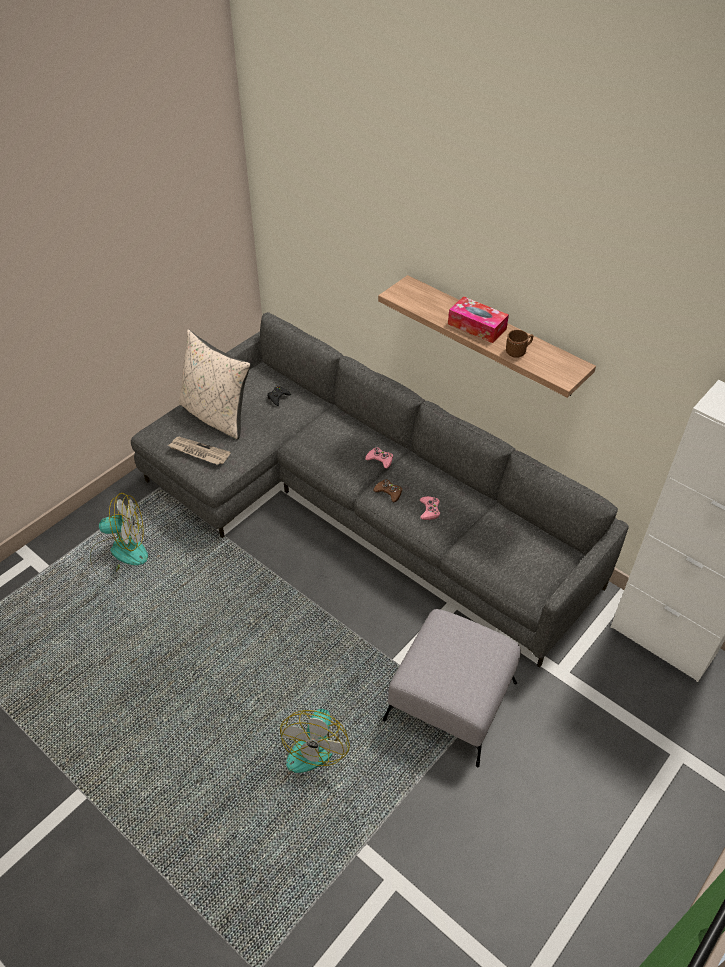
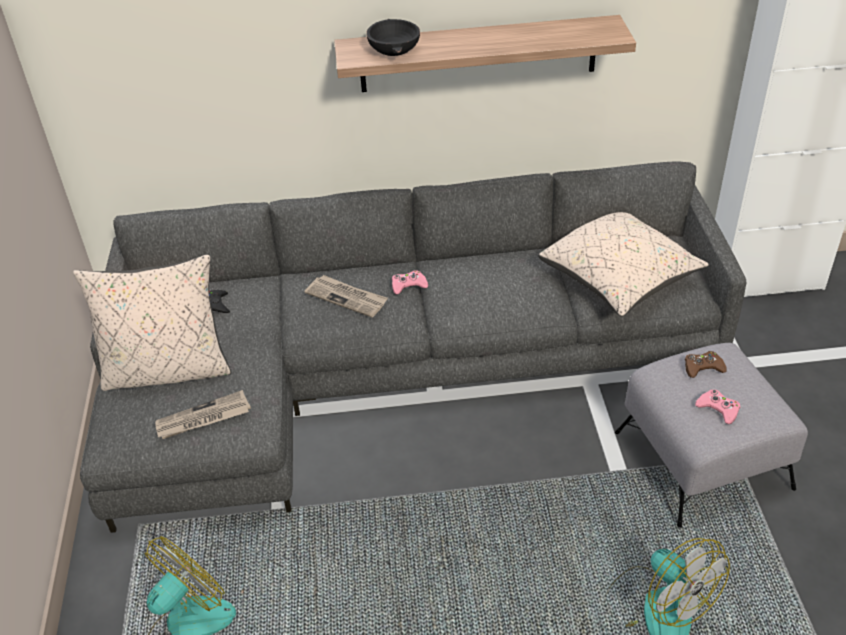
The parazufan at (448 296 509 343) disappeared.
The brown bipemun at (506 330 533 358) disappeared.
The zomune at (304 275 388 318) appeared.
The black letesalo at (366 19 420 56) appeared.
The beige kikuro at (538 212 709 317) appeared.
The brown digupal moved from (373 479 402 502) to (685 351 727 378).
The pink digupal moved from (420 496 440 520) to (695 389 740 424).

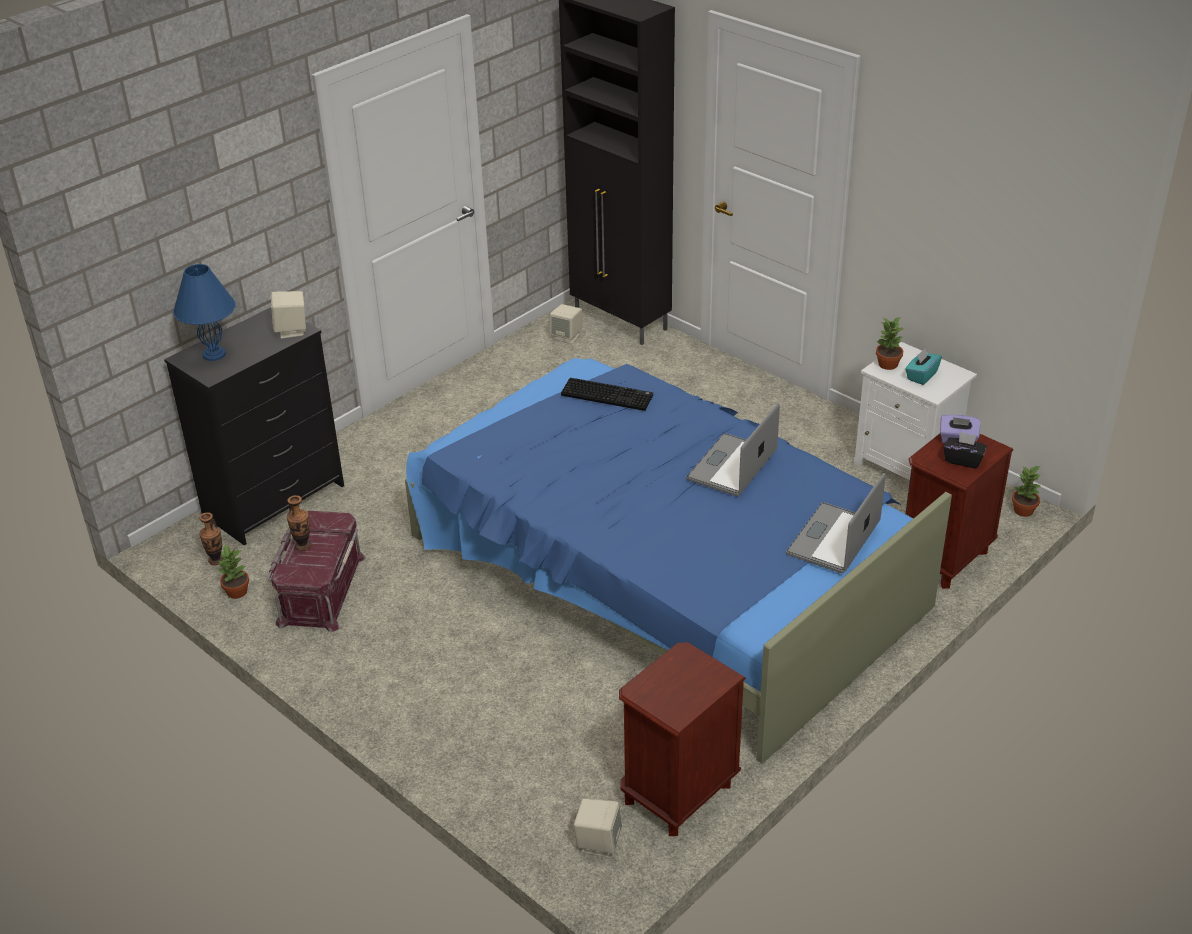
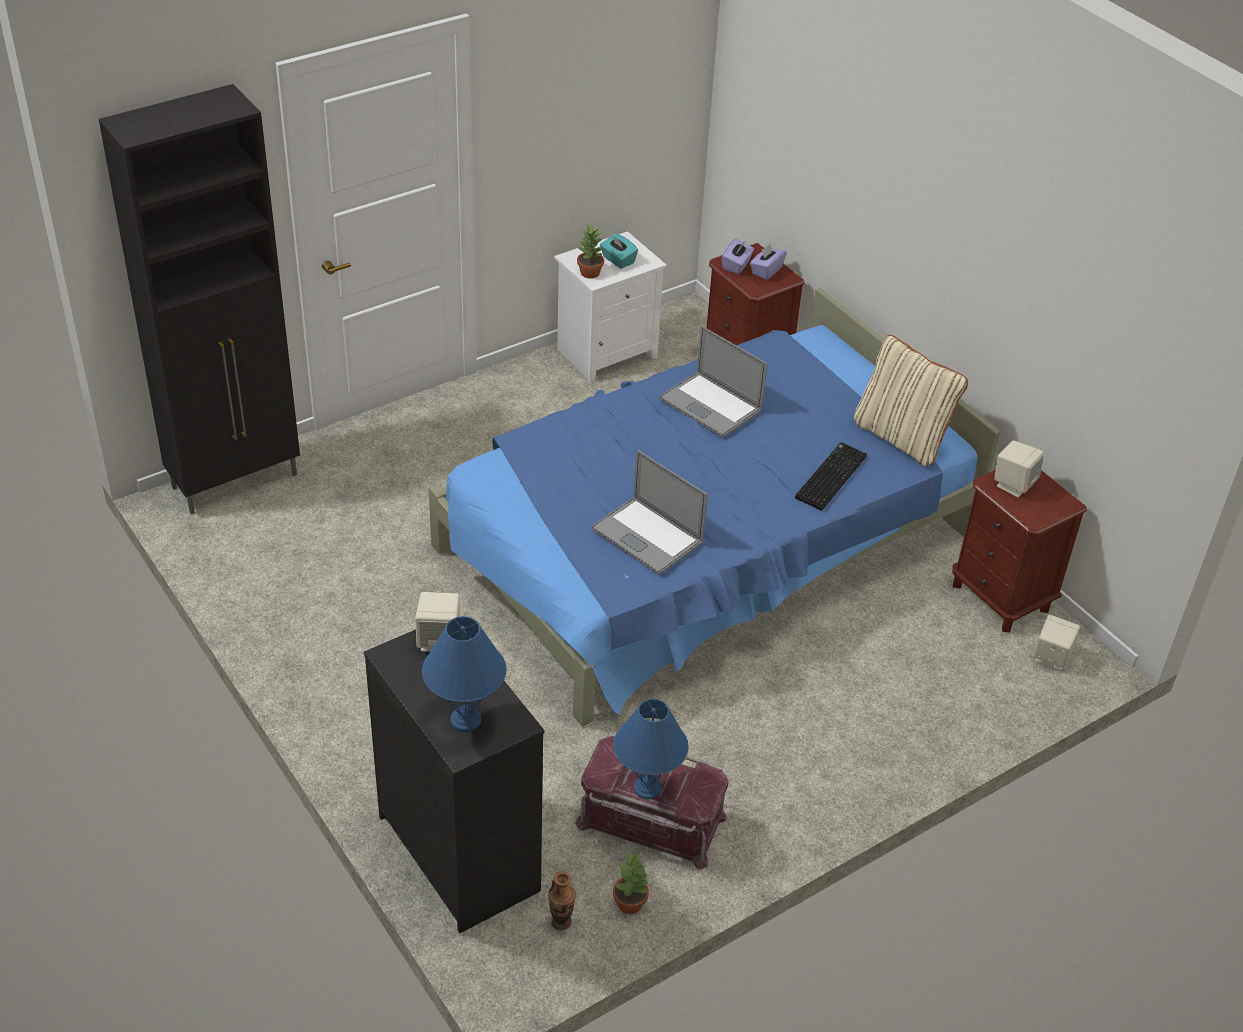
The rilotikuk at (1012 465 1041 517) disappeared.
The beige kikuro at (854 335 968 466) appeared.
The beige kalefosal moved from (550 304 582 344) to (994 440 1044 498).
The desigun moved from (561 378 653 411) to (795 442 867 511).
The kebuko moved from (786 473 886 574) to (591 450 708 575).
The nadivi at (287 495 311 551) was replaced by the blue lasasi at (613 699 689 799).
The black parazufan at (944 432 987 468) became the purple parazufan at (750 243 787 280).

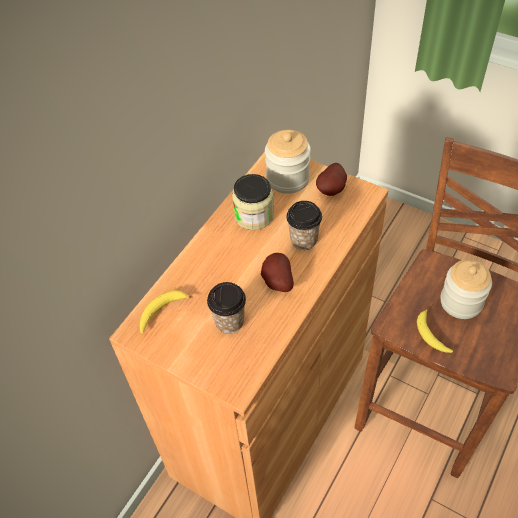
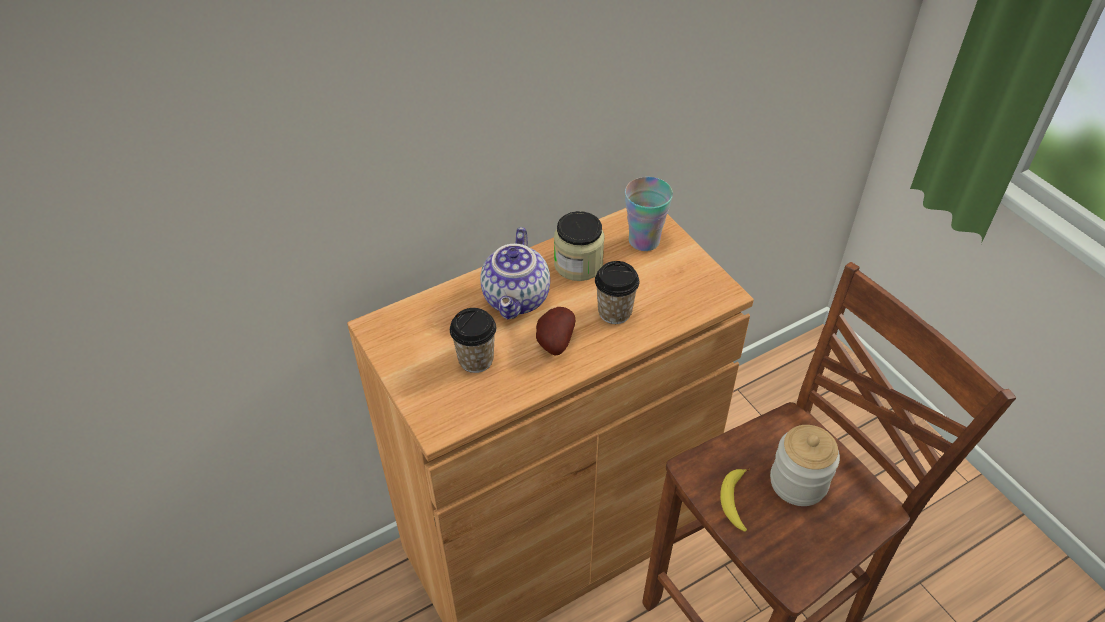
The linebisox at (139 290 192 333) disappeared.
The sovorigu at (316 163 347 196) disappeared.
The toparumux at (480 227 550 319) appeared.
The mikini at (265 130 311 194) was replaced by the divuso at (625 177 673 251).

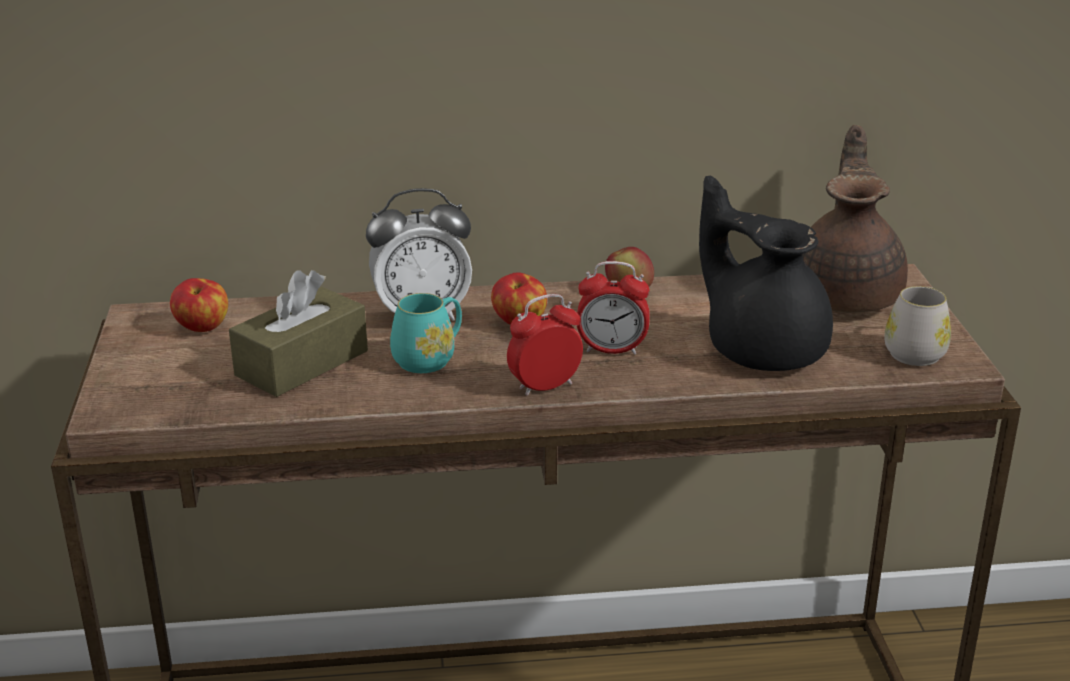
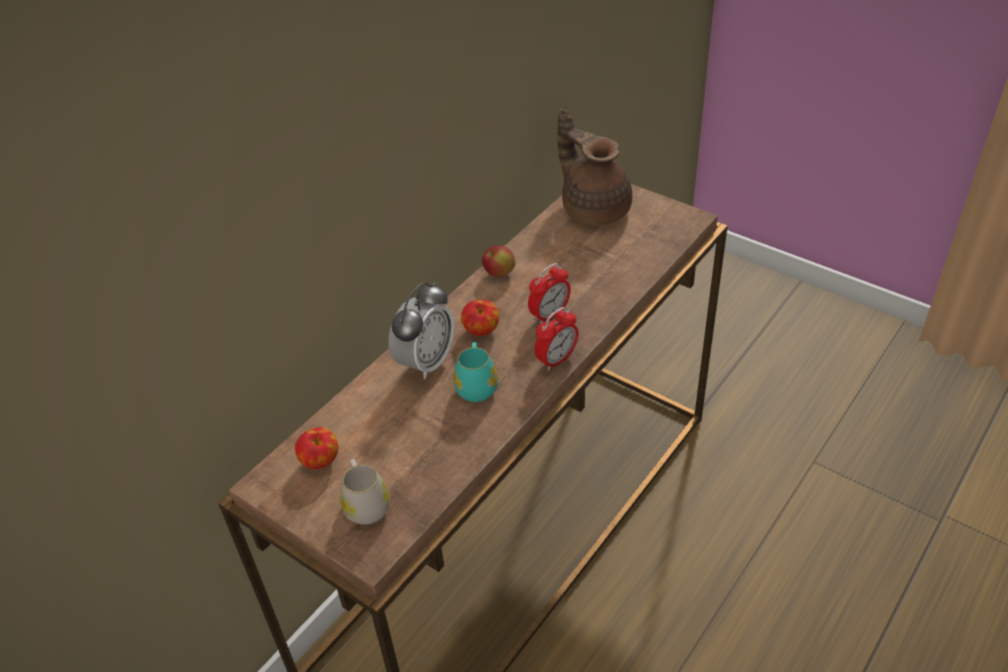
The brown parazufan at (229 270 368 397) disappeared.
The black toparumux at (699 176 833 371) disappeared.
The white bipemun moved from (884 286 951 366) to (340 459 390 525).
The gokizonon at (507 294 583 396) turned 150 degrees counterclockwise.

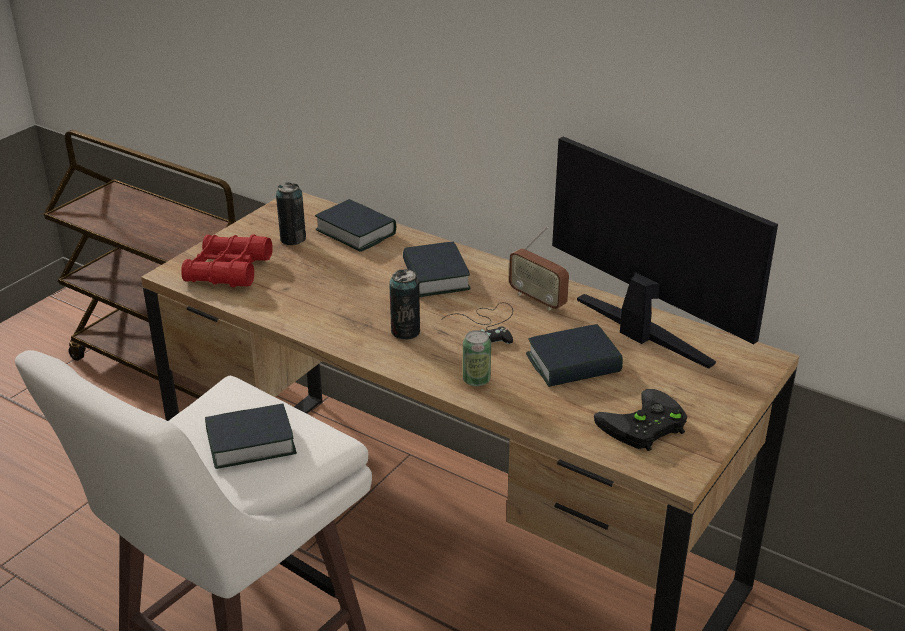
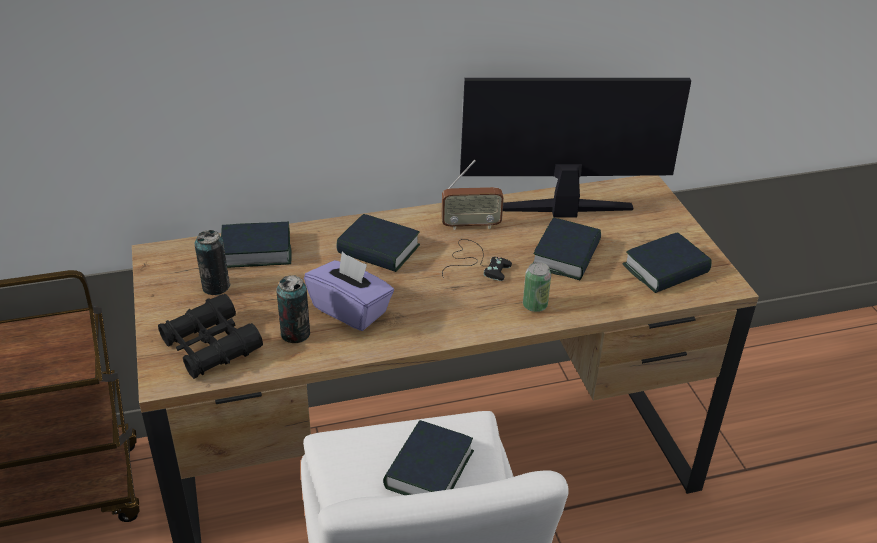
The purple parazufan at (304 251 394 331) appeared.
The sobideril moved from (389 269 420 340) to (276 275 310 343).
The black digupal at (594 389 687 451) was replaced by the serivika at (622 232 712 293).
The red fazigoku at (181 234 273 287) became the black fazigoku at (158 294 263 379).

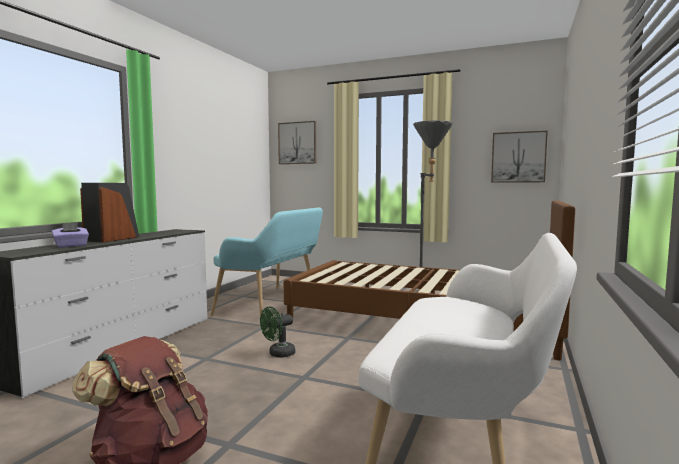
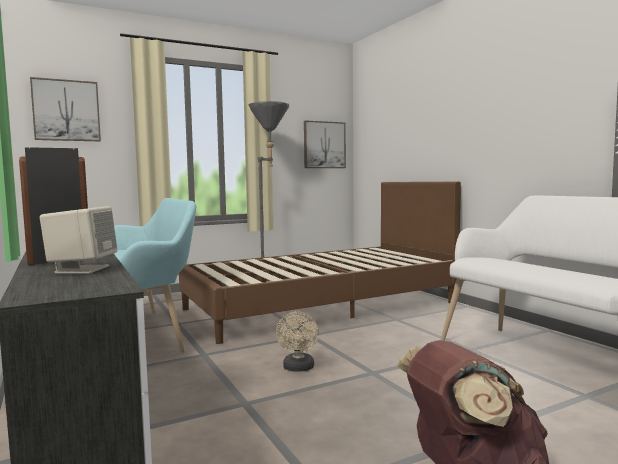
The purple parazufan at (52 223 89 247) was replaced by the beige kalefosal at (40 206 118 274).
The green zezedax at (260 306 296 358) became the beige zezedax at (276 311 319 372).

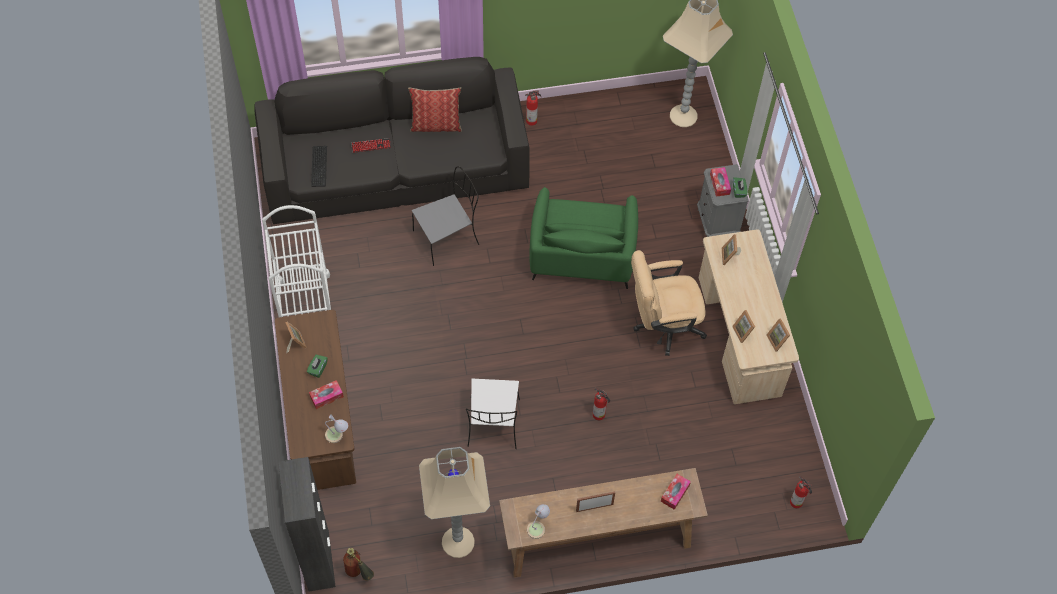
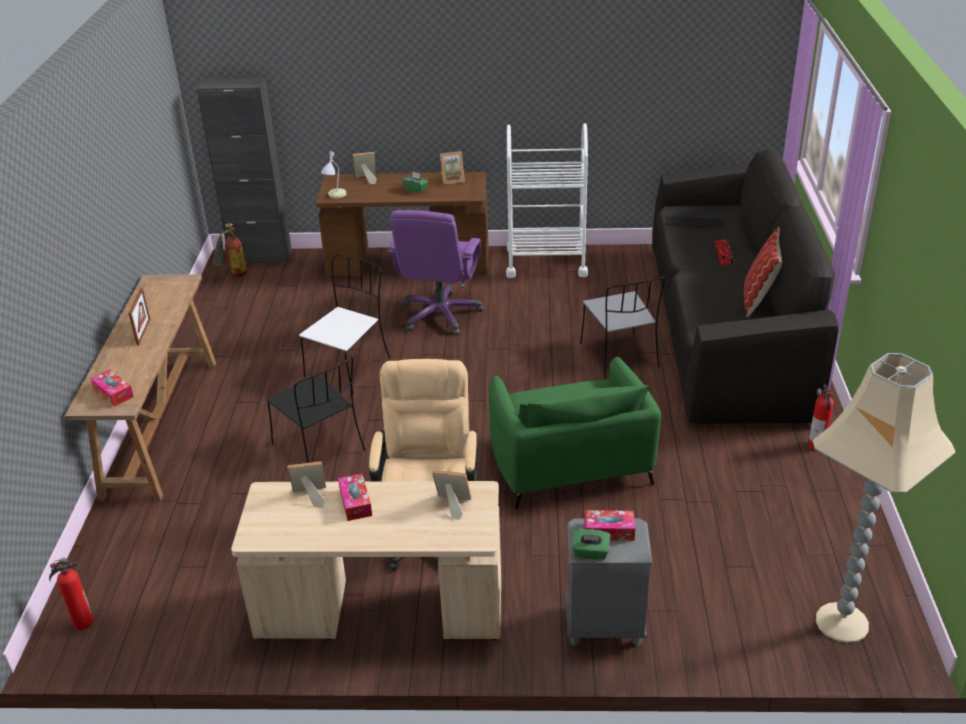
The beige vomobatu at (419 447 490 558) disappeared.
The lasasi at (527 504 550 539) disappeared.
The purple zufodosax at (388 210 484 335) appeared.
The parazufan moved from (309 380 344 409) to (338 473 372 521).
The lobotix moved from (767 318 790 352) to (353 152 377 184).
The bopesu at (593 388 610 420) was replaced by the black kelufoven at (266 357 366 463).
The white kelufoven at (466 379 520 449) turned 105 degrees clockwise.
The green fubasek at (529 187 638 289) turned 120 degrees counterclockwise.

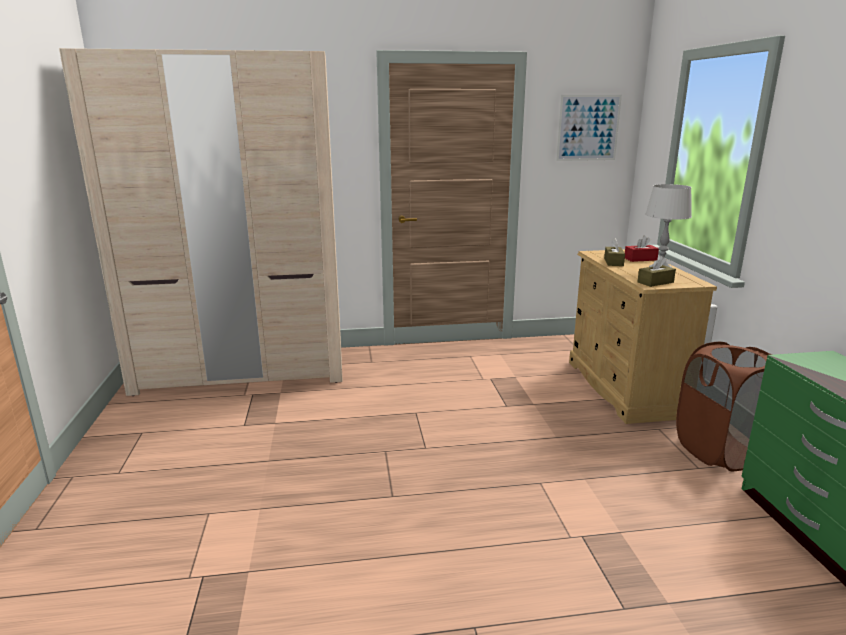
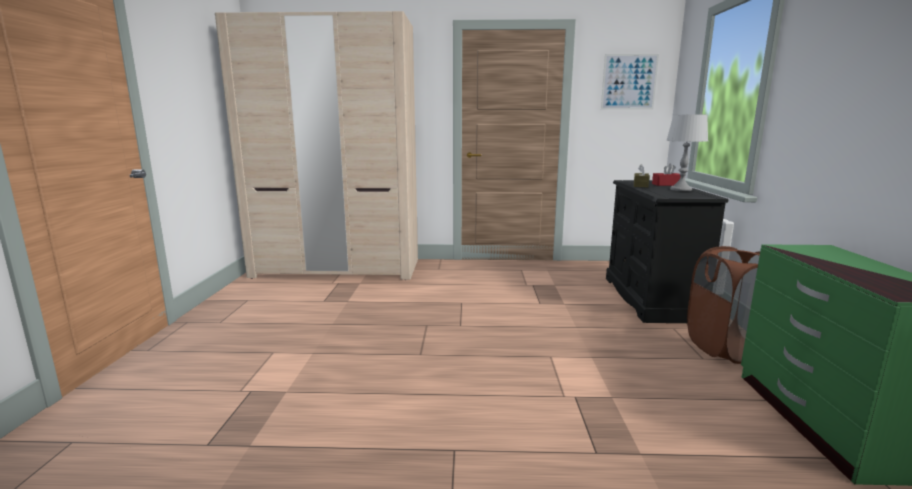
The brown parazufan at (638 256 676 287) disappeared.
The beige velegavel at (569 249 717 424) became the black velegavel at (606 180 728 323).

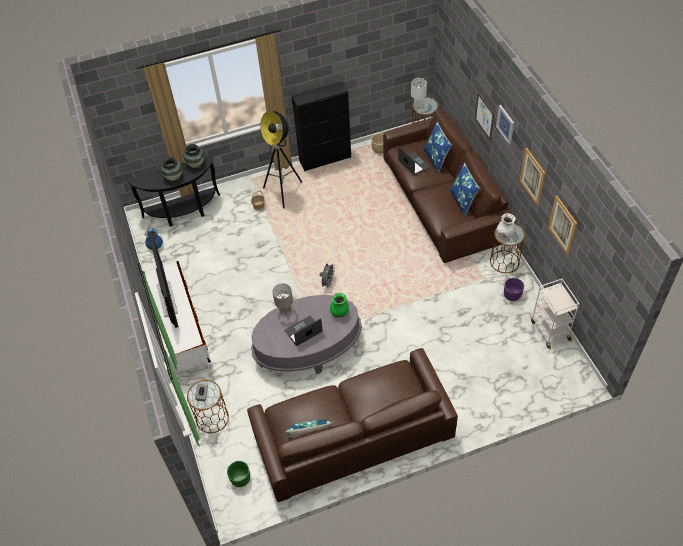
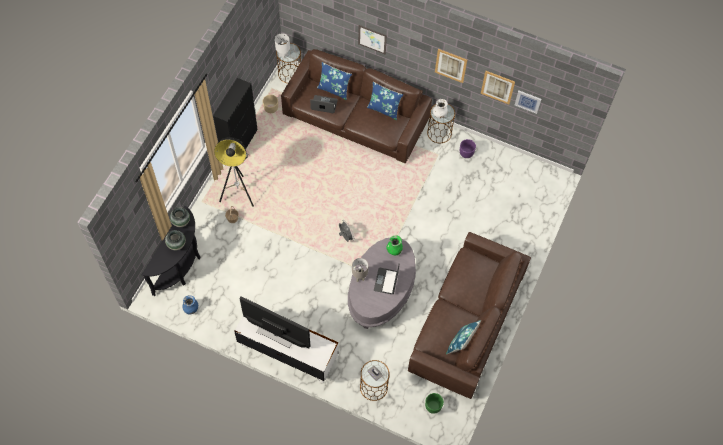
The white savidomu at (531 278 580 349) disappeared.
The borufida moved from (496 105 514 144) to (515 91 541 114).

